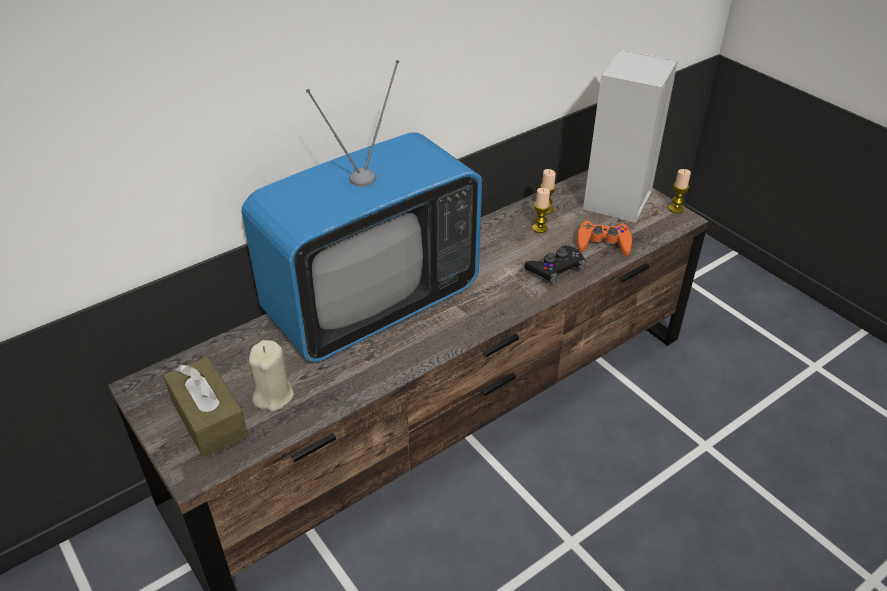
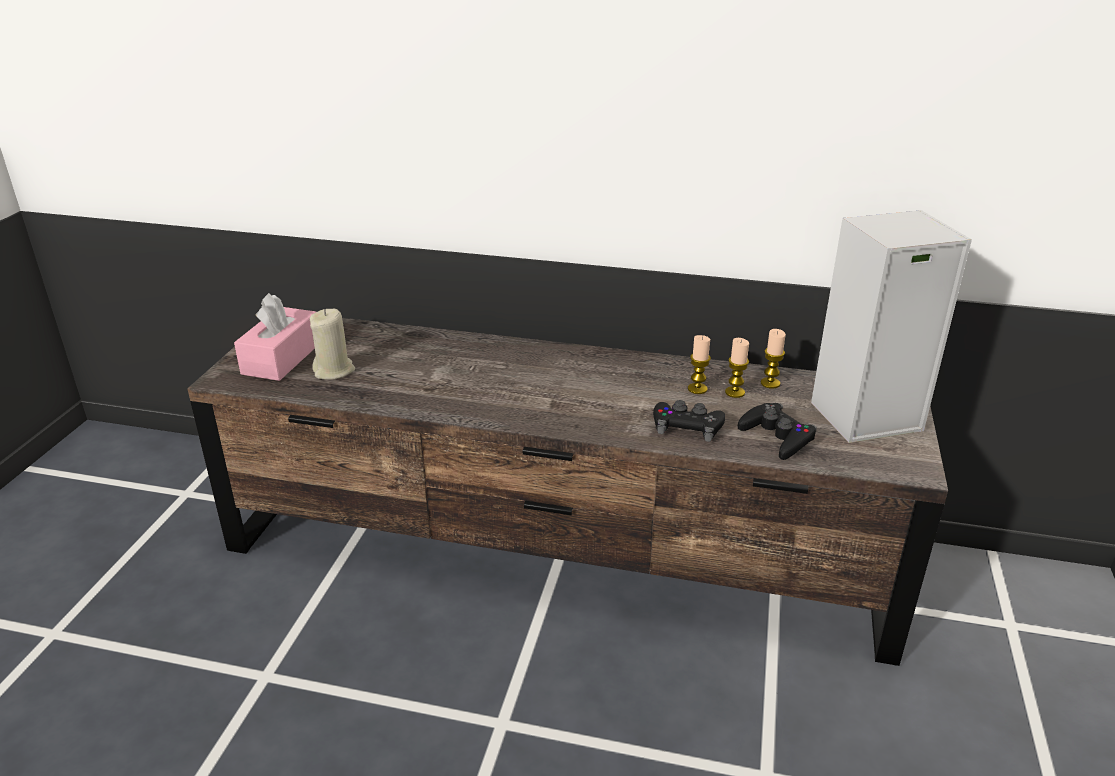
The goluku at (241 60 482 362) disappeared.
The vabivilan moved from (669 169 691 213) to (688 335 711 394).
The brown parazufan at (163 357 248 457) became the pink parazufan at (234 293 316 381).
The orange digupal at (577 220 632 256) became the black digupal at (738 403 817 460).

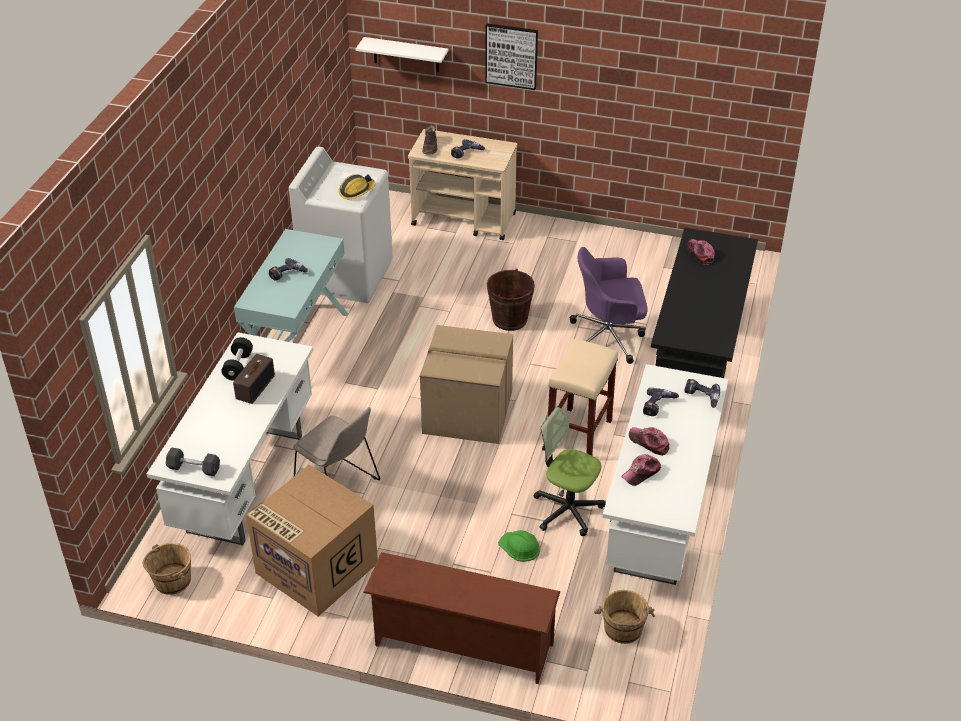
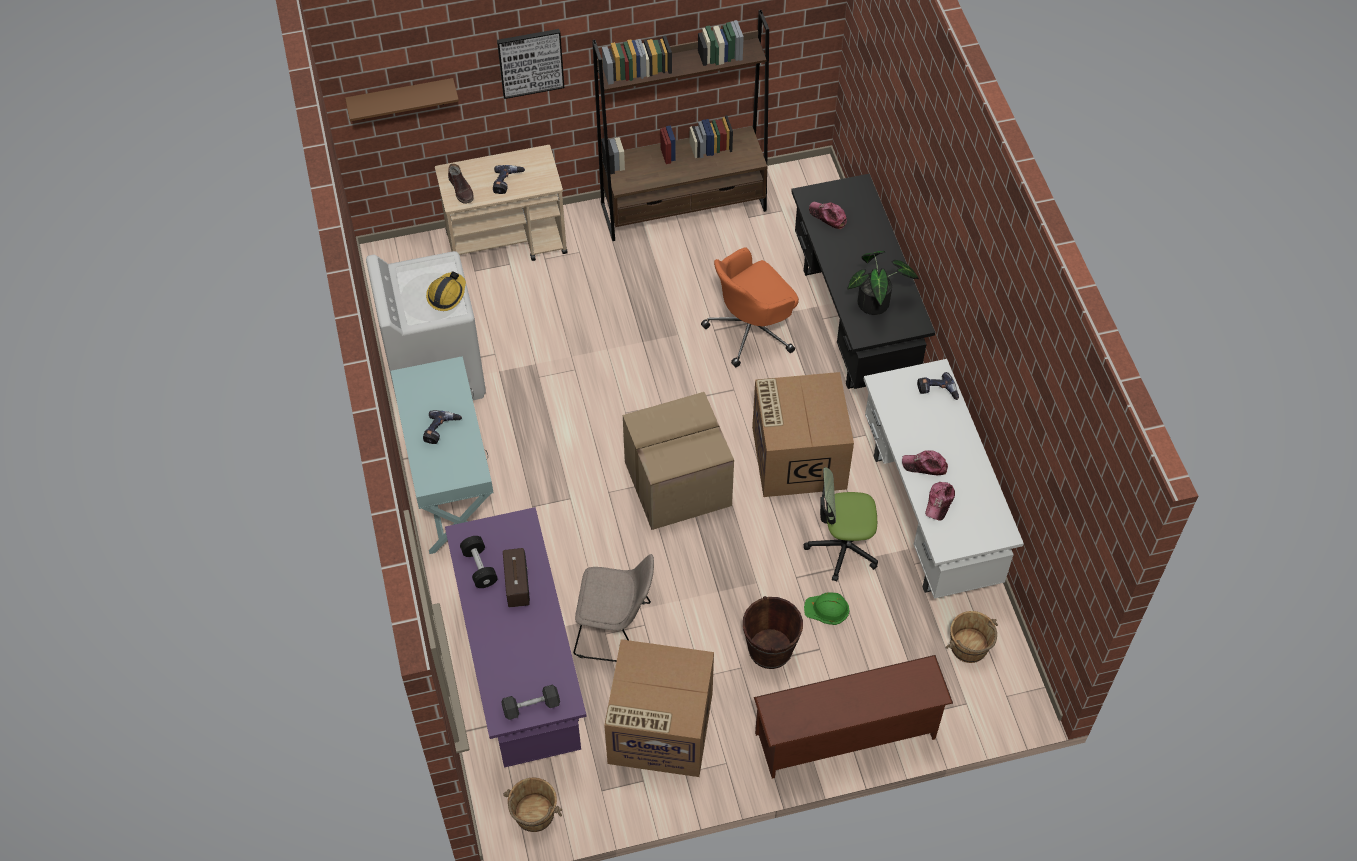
The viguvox at (643 388 679 416) disappeared.
The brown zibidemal at (592 10 769 241) appeared.
The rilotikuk at (847 251 919 315) appeared.
The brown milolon moved from (487 269 535 331) to (743 596 803 669).
The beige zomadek at (548 339 618 456) was replaced by the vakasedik at (752 372 854 497).
The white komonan at (146 332 313 546) became the purple komonan at (445 507 587 768).
The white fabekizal at (356 37 448 72) became the brown fabekizal at (345 78 459 121).
The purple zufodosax at (570 247 648 364) became the orange zufodosax at (701 247 799 367).

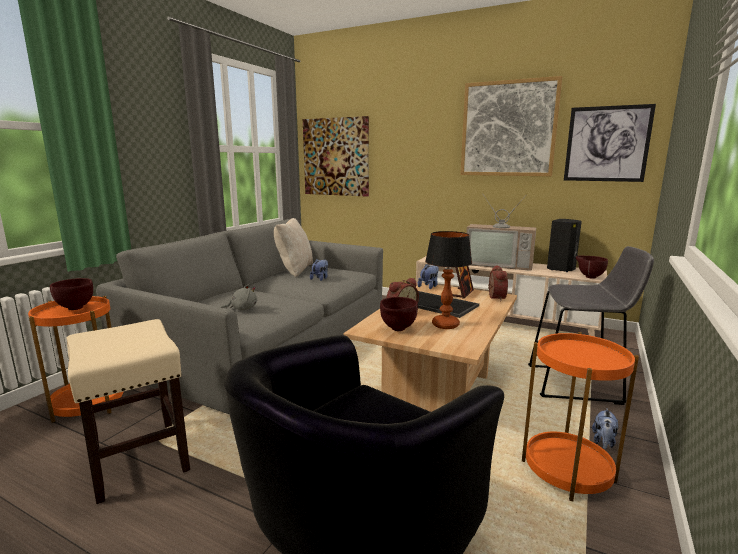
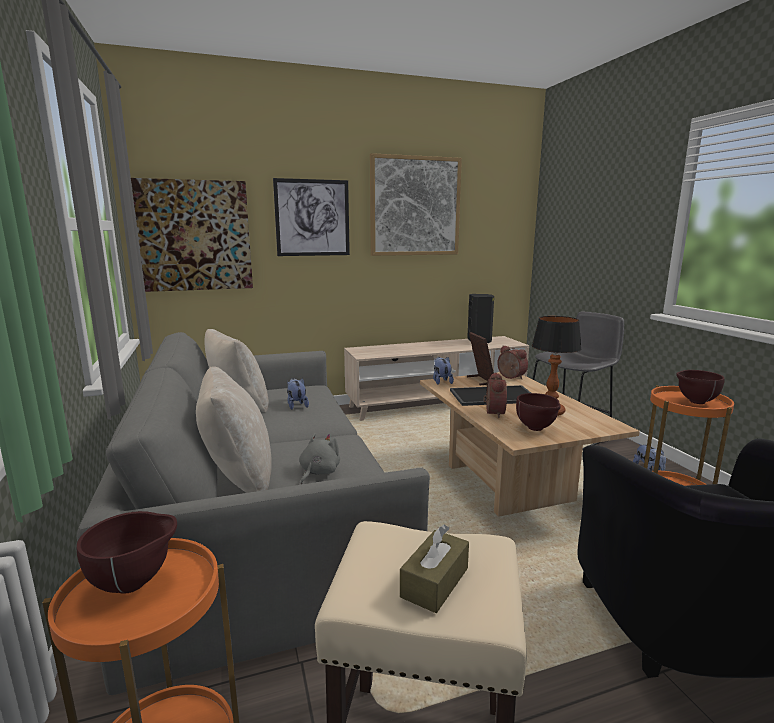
The goluku at (466 193 536 271) disappeared.
The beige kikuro at (196 367 271 493) appeared.
The brown parazufan at (400 524 469 613) appeared.
The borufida moved from (564 104 656 182) to (273 178 350 256).
The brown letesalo moved from (576 255 608 279) to (676 370 725 404).

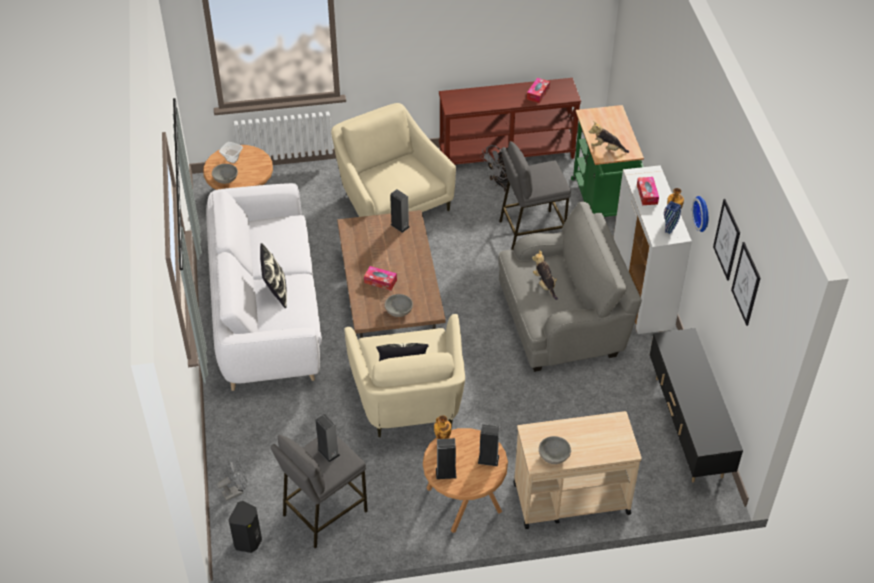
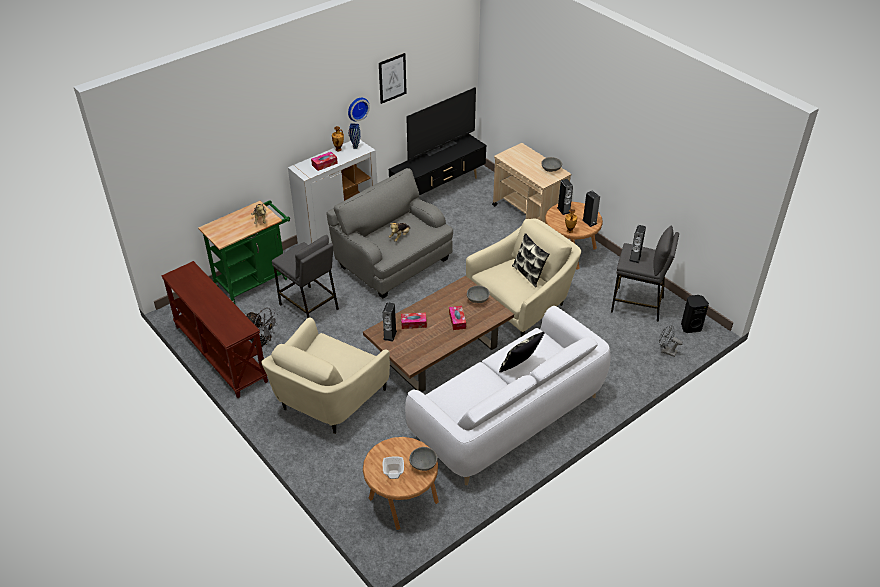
The borufida at (731 242 760 326) disappeared.
The goluku at (406 87 476 161) appeared.
The parazufan moved from (527 78 550 103) to (401 313 427 329).

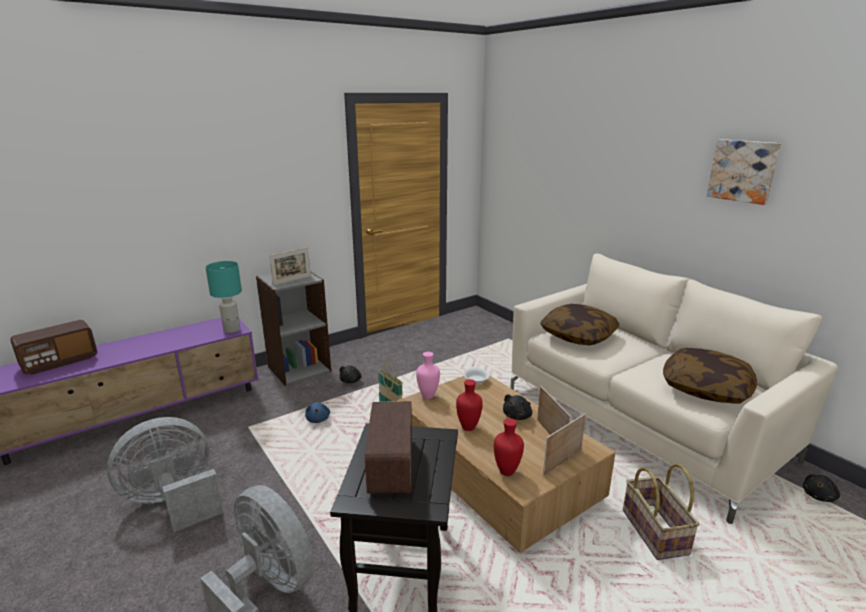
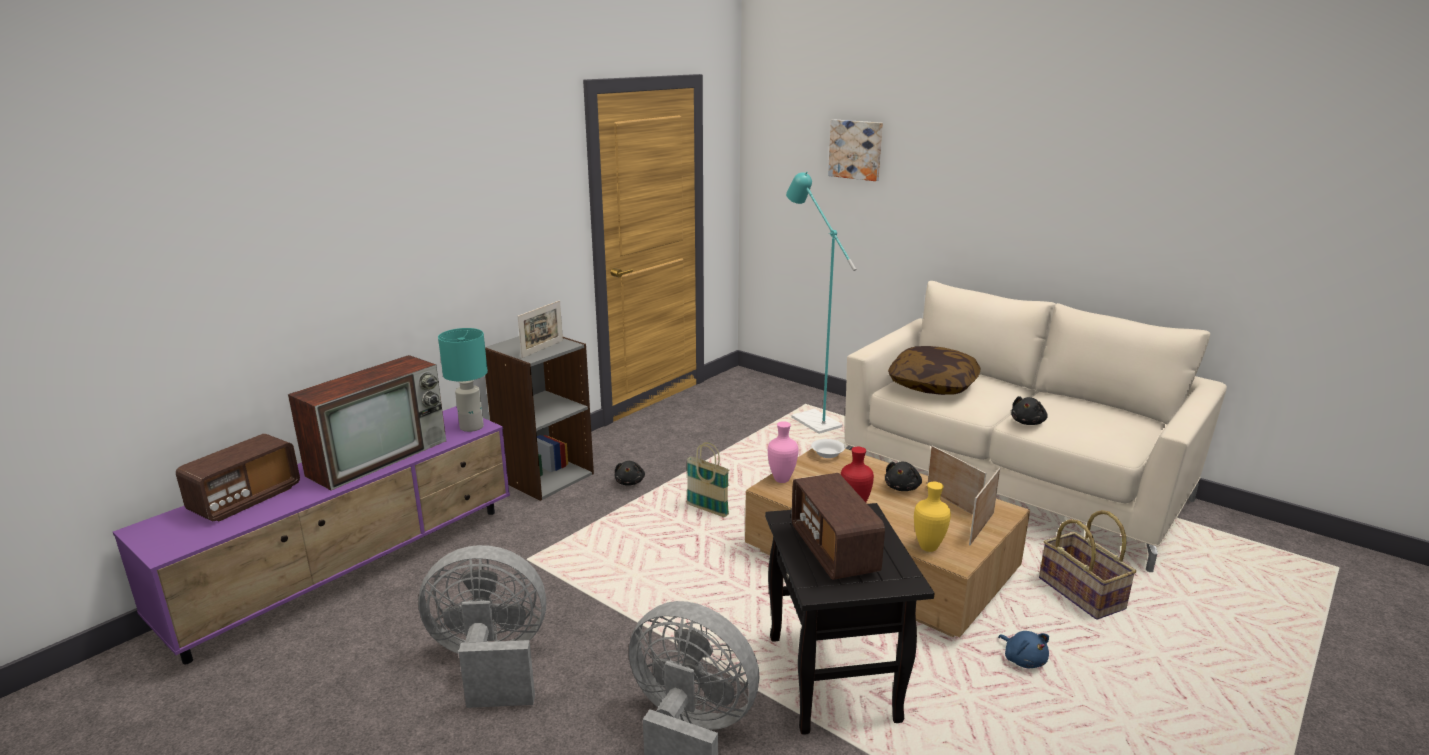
The kikuro at (663 348 757 404) disappeared.
The goluku at (288 355 446 490) appeared.
The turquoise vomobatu at (786 172 856 434) appeared.
The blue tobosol moved from (305 402 330 423) to (998 631 1049 668).
The borufida moved from (706 139 781 205) to (828 119 883 181).
The black tobosol moved from (803 474 840 502) to (1011 396 1048 425).
The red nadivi at (494 418 524 476) became the yellow nadivi at (914 482 951 552).
The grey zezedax at (107 417 223 532) turned 45 degrees clockwise.

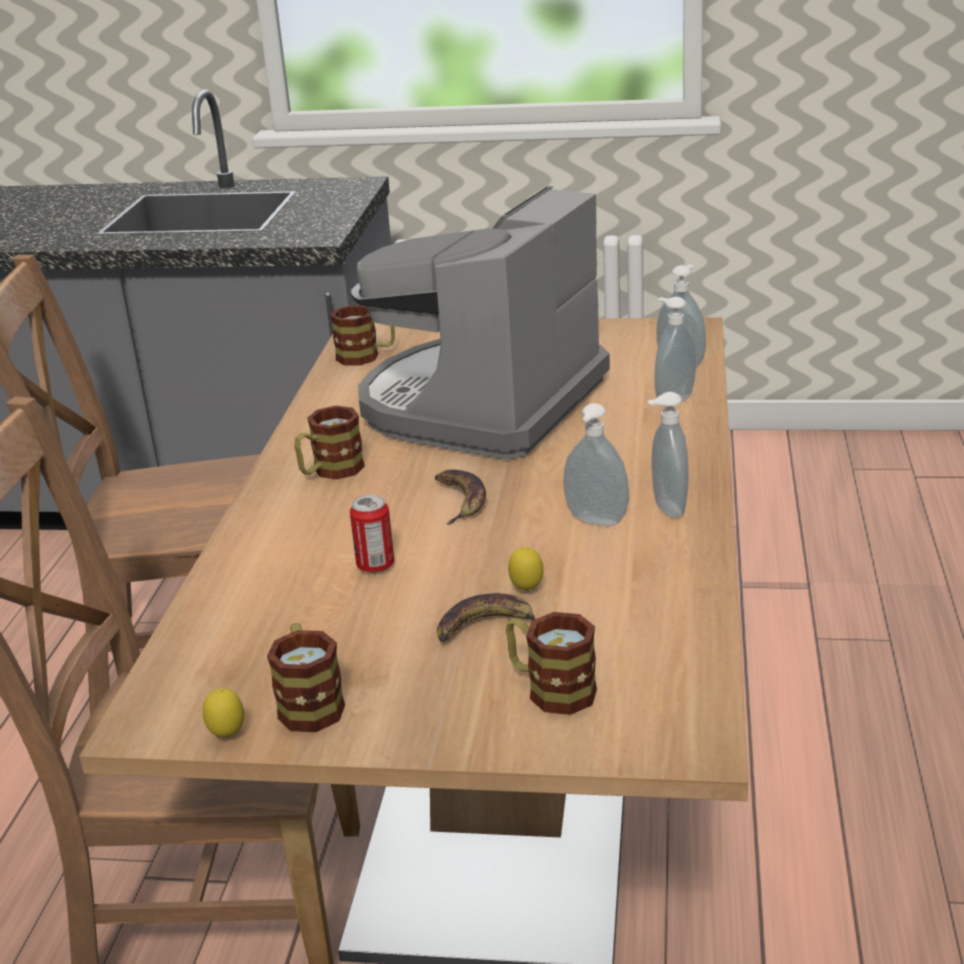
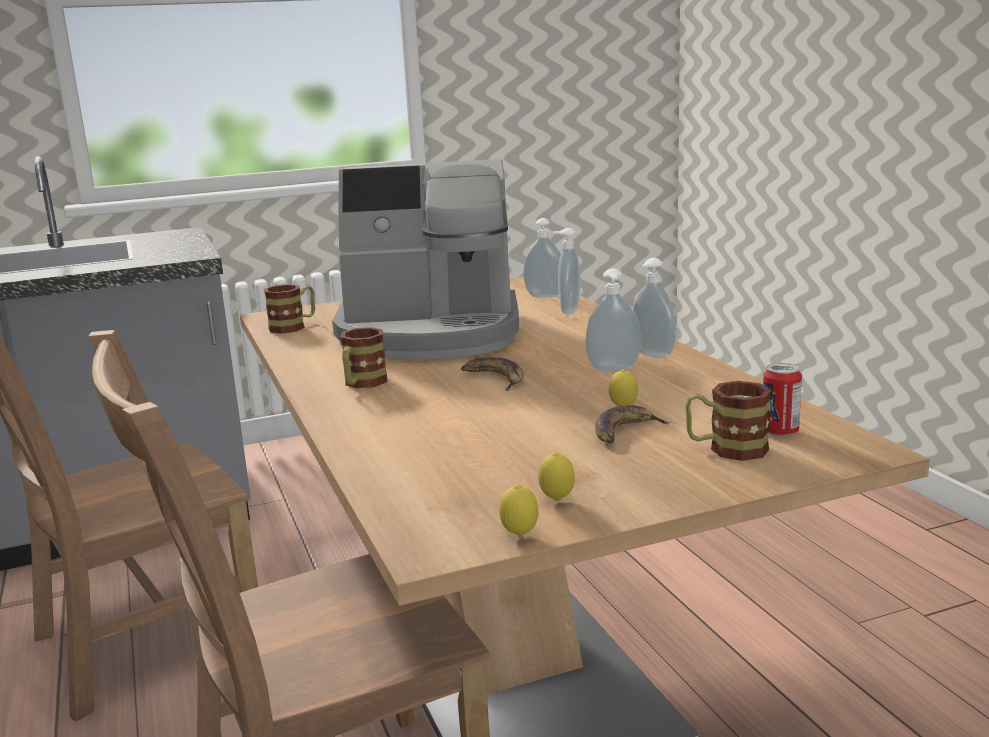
The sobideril moved from (350 495 394 573) to (763 363 802 437).
The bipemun at (267 623 345 732) was replaced by the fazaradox at (538 452 575 501).
The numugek at (351 186 610 460) turned 90 degrees counterclockwise.

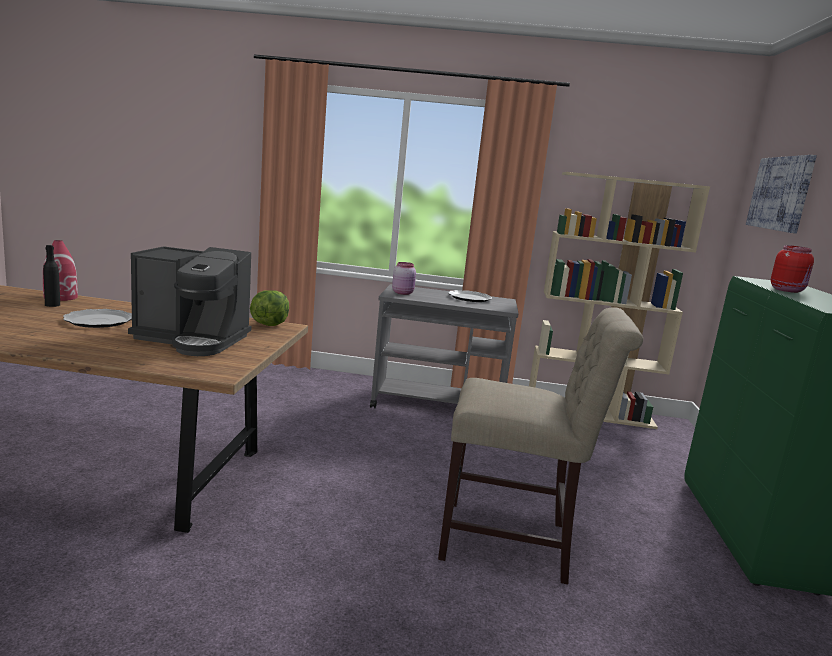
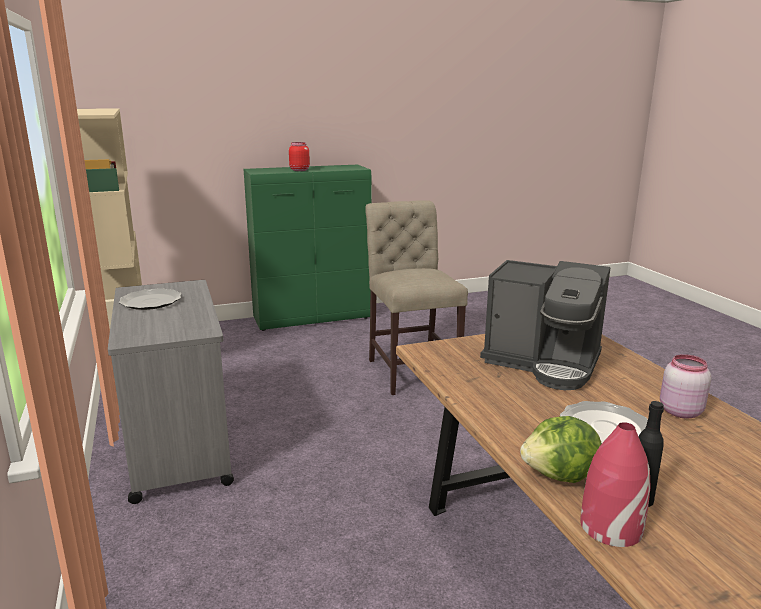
The borufida at (746 155 817 234) disappeared.
The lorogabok moved from (250 290 289 326) to (520 416 602 483).
The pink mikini moved from (392 262 416 295) to (660 354 711 418).
The numugek at (128 246 251 356) turned 135 degrees clockwise.

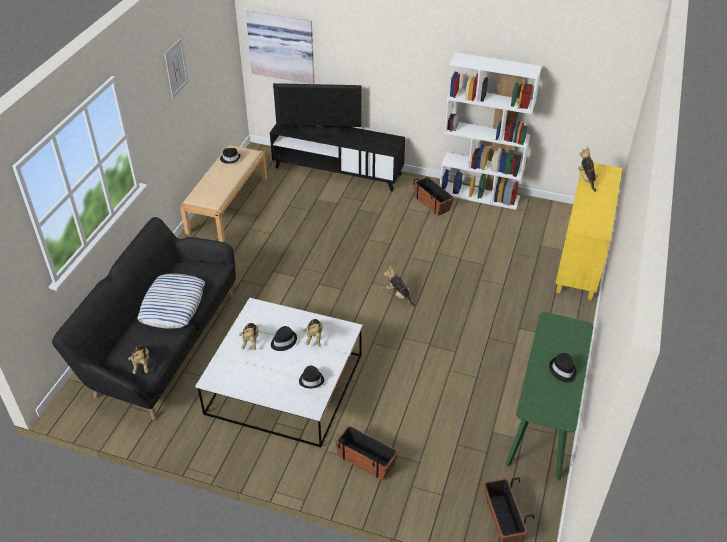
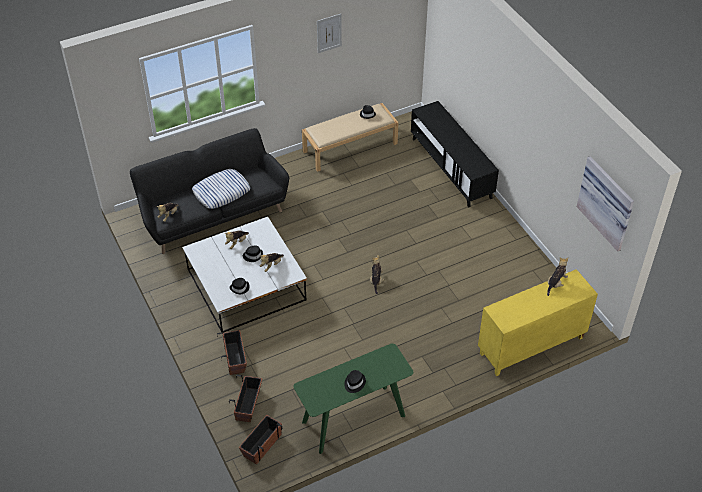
The goluku at (273 83 361 135) disappeared.
The white zibidemal at (440 52 542 210) disappeared.
The borufida moved from (246 11 314 84) to (577 156 634 252).
The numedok moved from (413 177 454 216) to (229 375 262 422).

